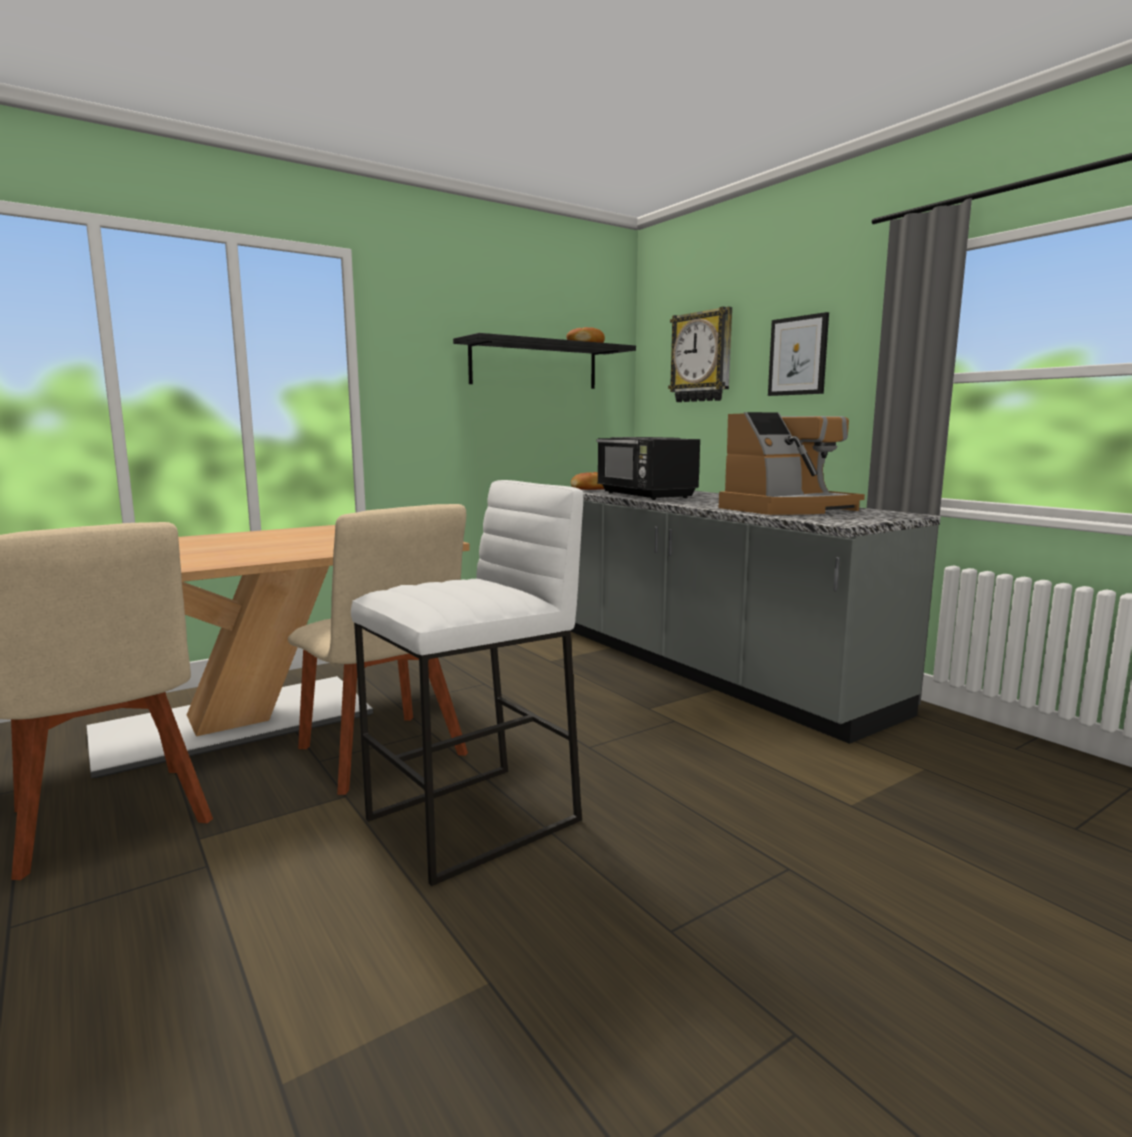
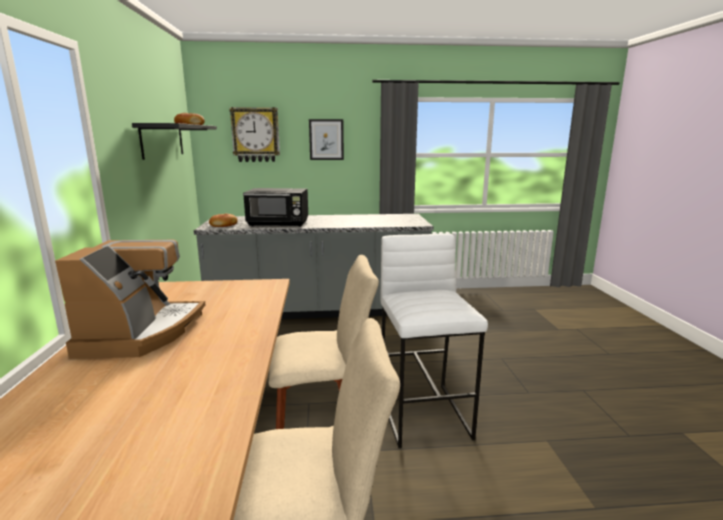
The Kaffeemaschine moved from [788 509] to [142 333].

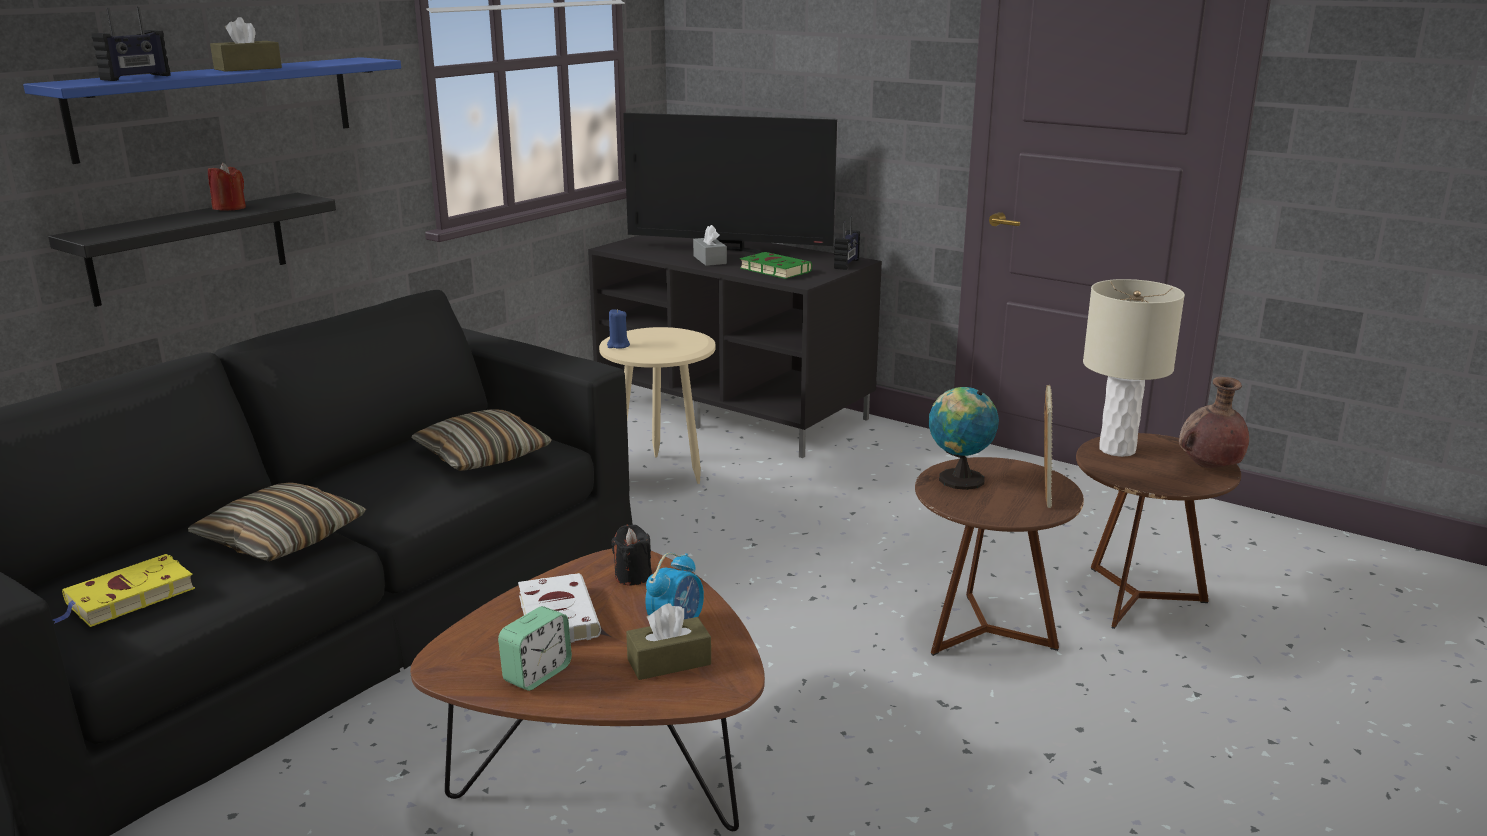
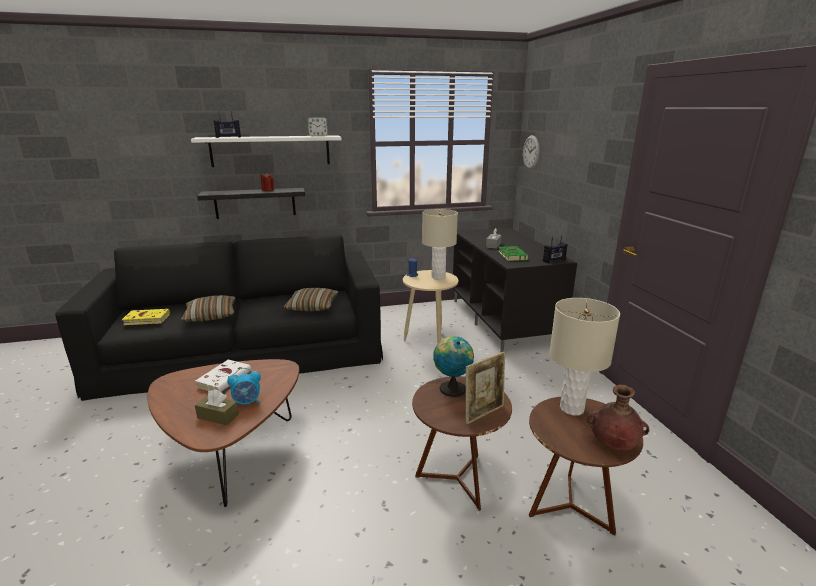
The Wandregal/blau at [217 106] became the Wandregal/weiß at [270 151].
The Wecker moved from [537 674] to [318 136].
The Tischlampe/beige at [438 277] appeared.
The Wanduhr at [531 152] appeared.
The Taschentuchbox/braun at [248 68] disappeared.
The Kerze/schwarz at [633 576] disappeared.
The Fernseher at [729 250] disappeared.

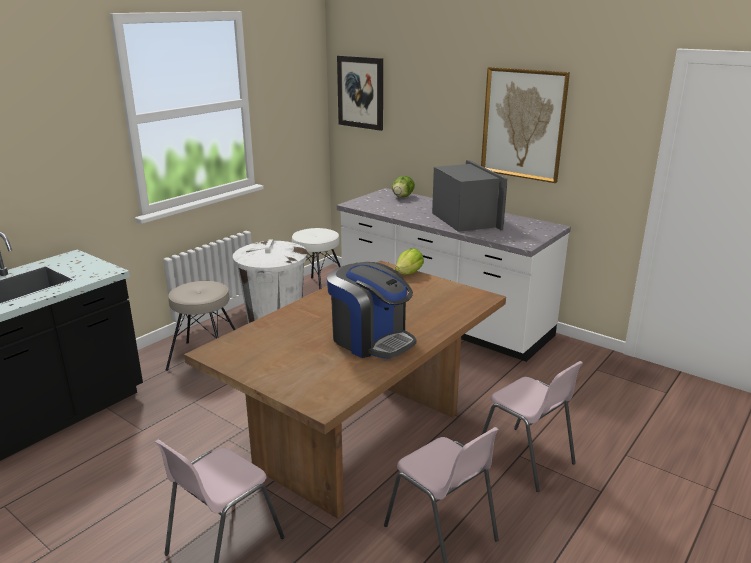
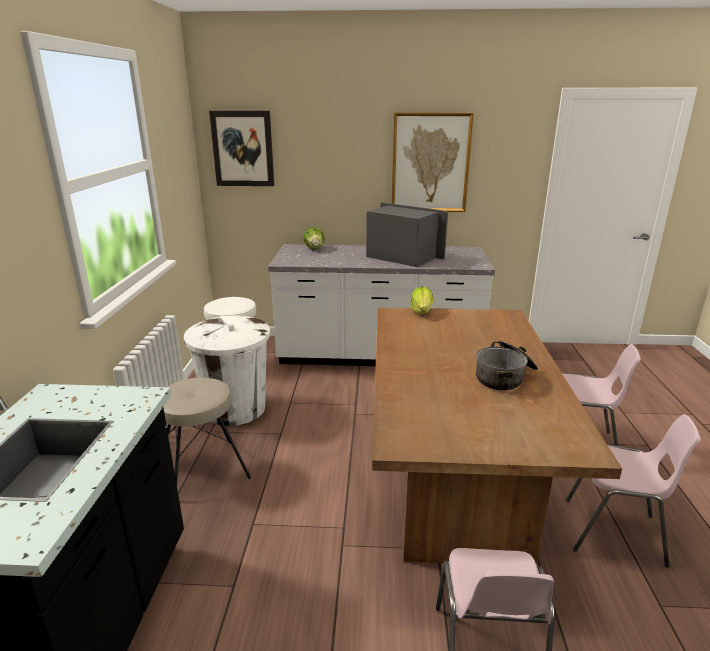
The Kaffeemaschine at [371 340] was replaced by the Kochtopf at [505 377].

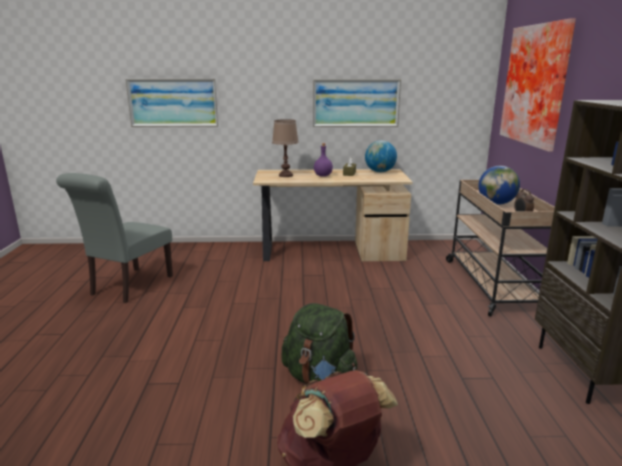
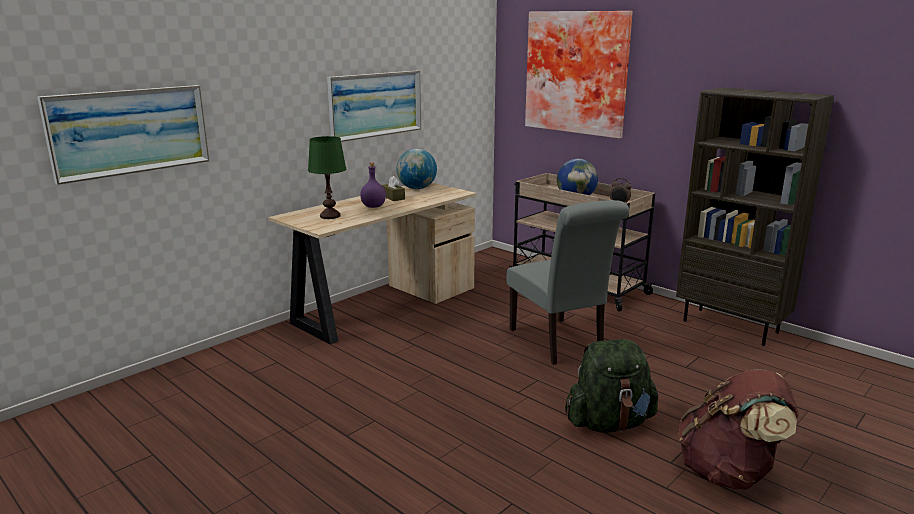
The Tischlampe/braun at [286 175] became the Tischlampe/grün at [330 216].
The Stuhl/grau moved from [128 287] to [559 343].

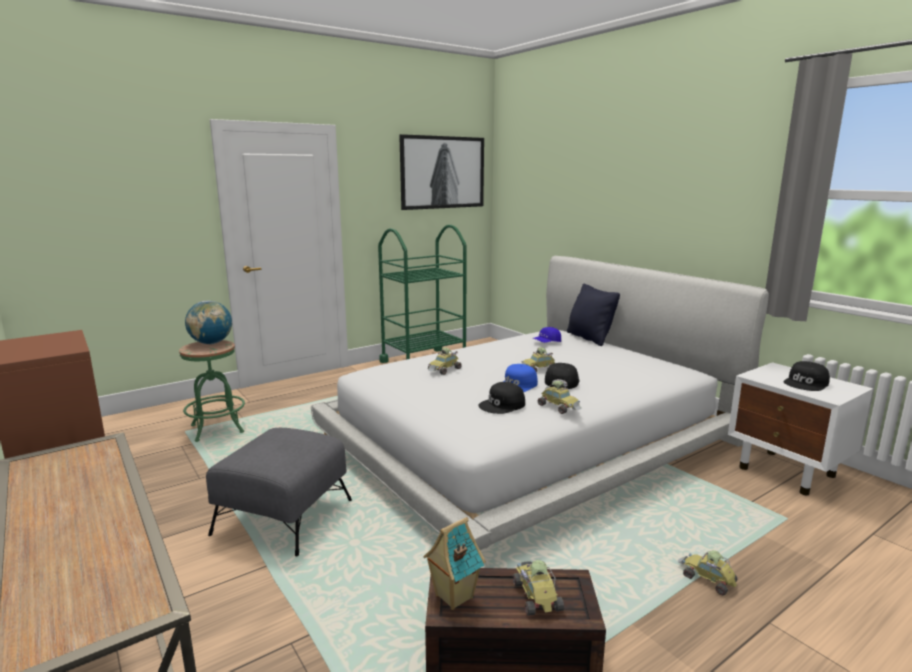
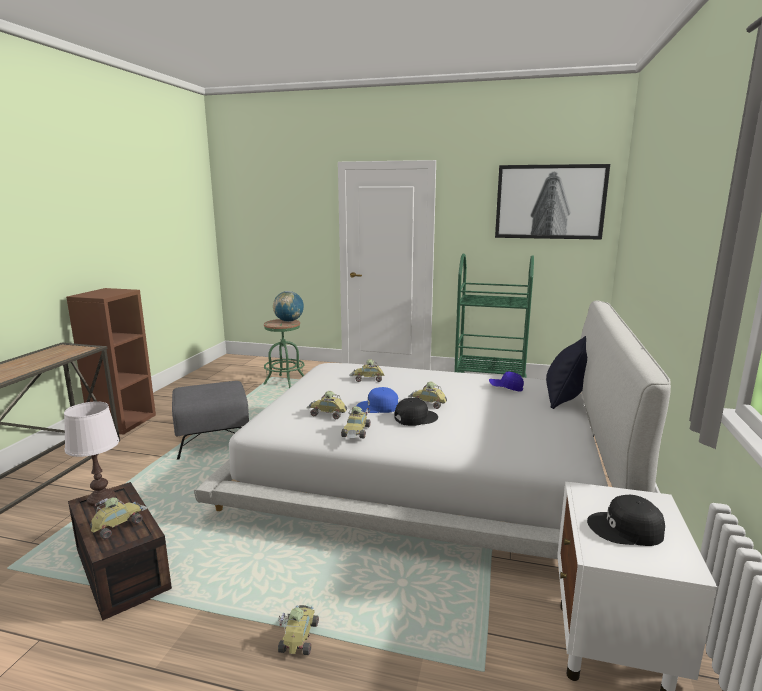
The Spielzeughaus at [453 596] was replaced by the Tischlampe/weiß at [101 498].
The Kappe/schwarz at [502 405] was replaced by the Spielzeugauto at [327 414].

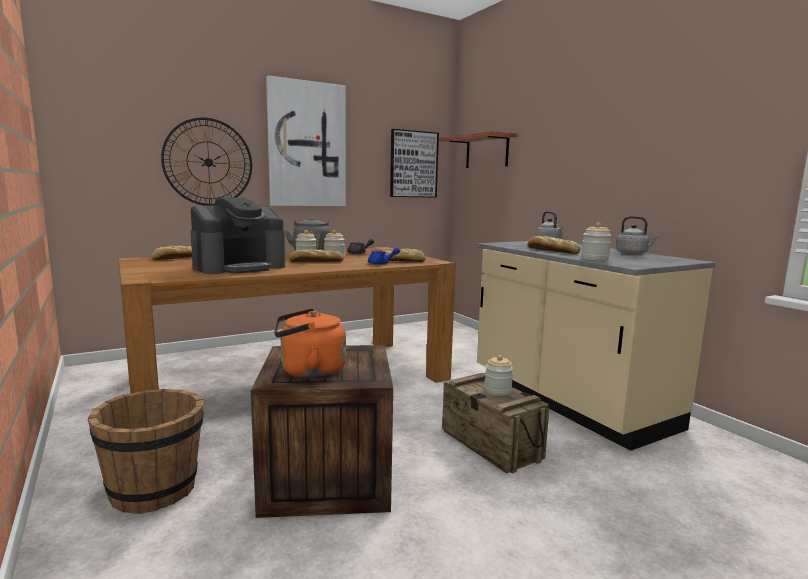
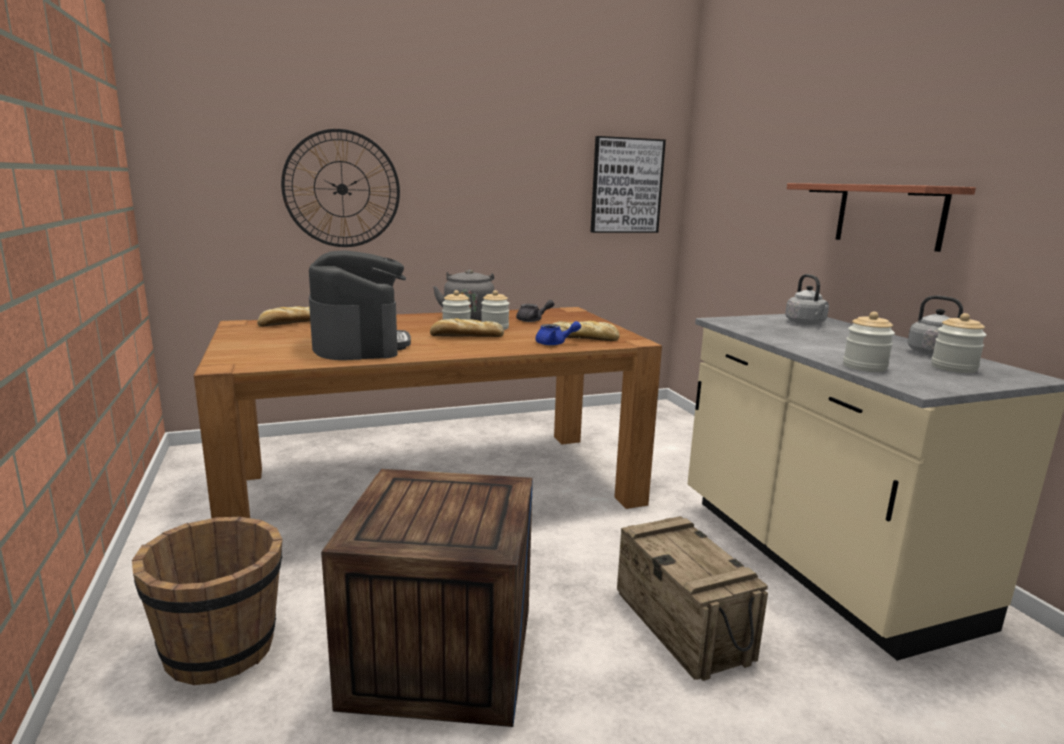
The Kaffeemaschine at [240 267] turned 75 degrees counterclockwise.
The Wandregal moved from [487 152] to [889 215].
The Vorratsglas moved from [497 390] to [953 368].
The Bild at [307 145] disappeared.
The Wasserkessel/orange at [308 372] disappeared.
The Brot at [551 251] disappeared.

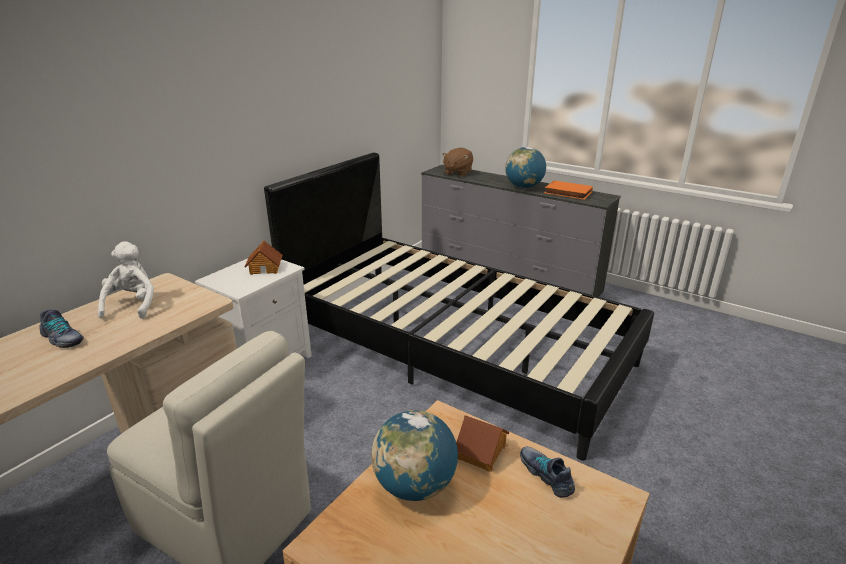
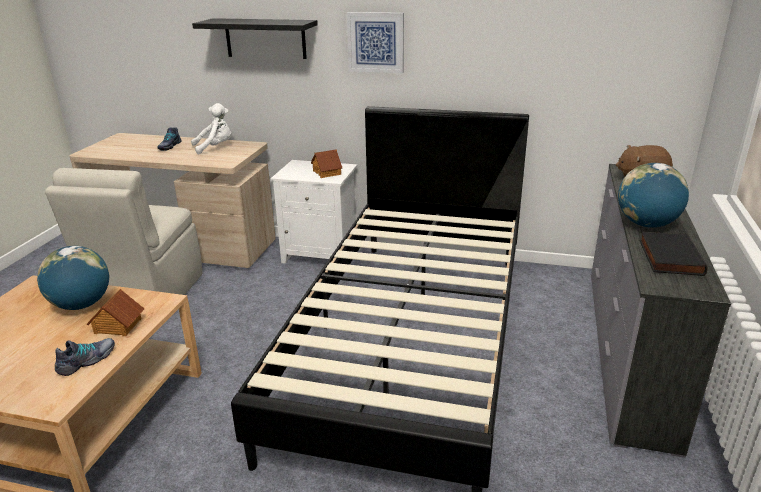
The Wandregal/schwarz at [265 38] appeared.
The Bild at [376 42] appeared.
The Buch/orange at [567 193] became the Buch/schwarz at [668 257].

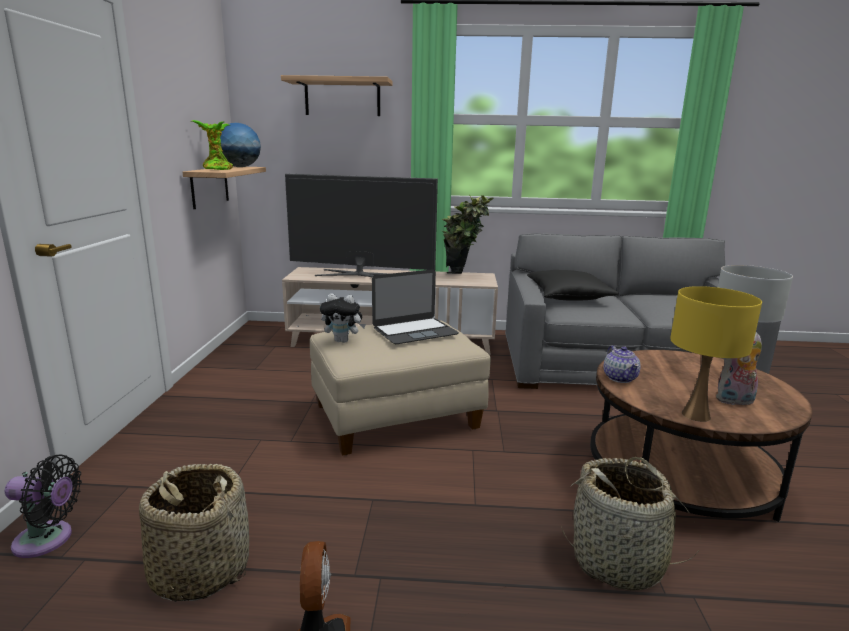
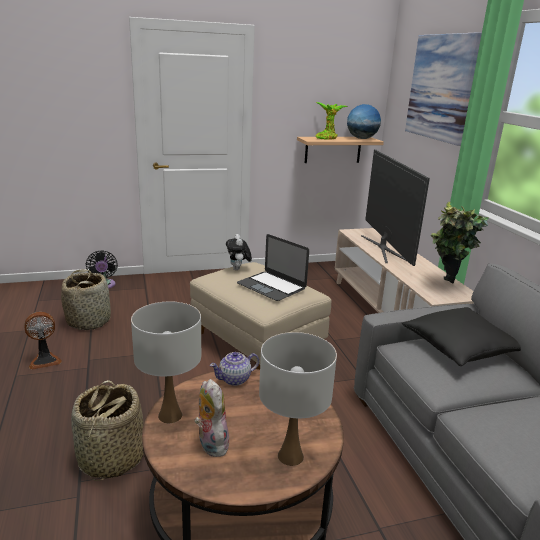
The Tischlampe/gelb at [695 415] became the Tischlampe/weiß at [170 415].
The Wandregal at [342 98] was replaced by the Bild at [440 87].

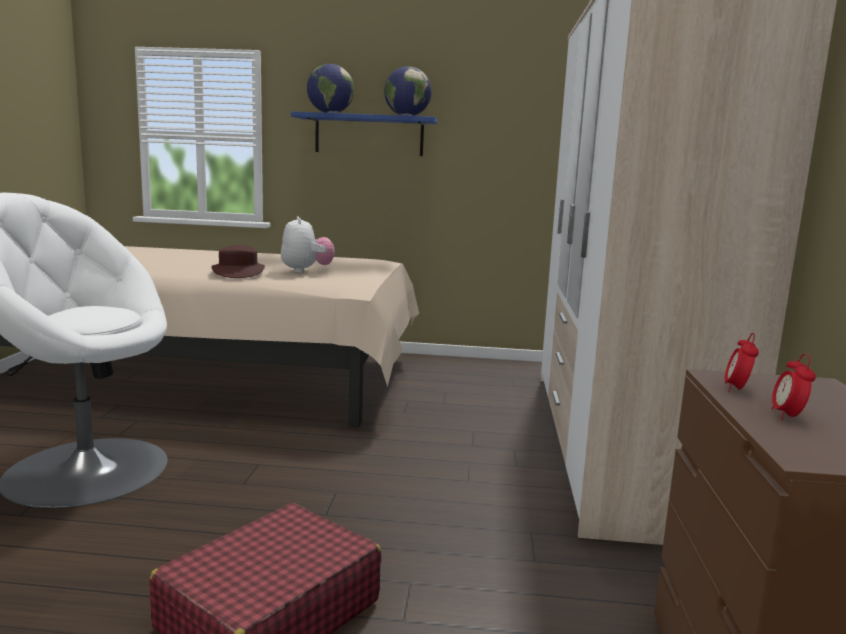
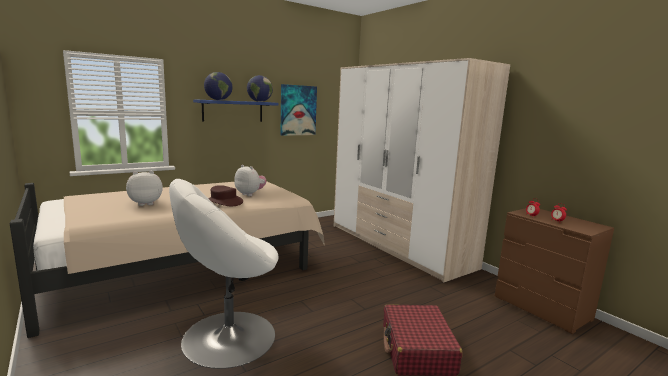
The Plüschtier at [145 203] appeared.
The Bild at [298 110] appeared.

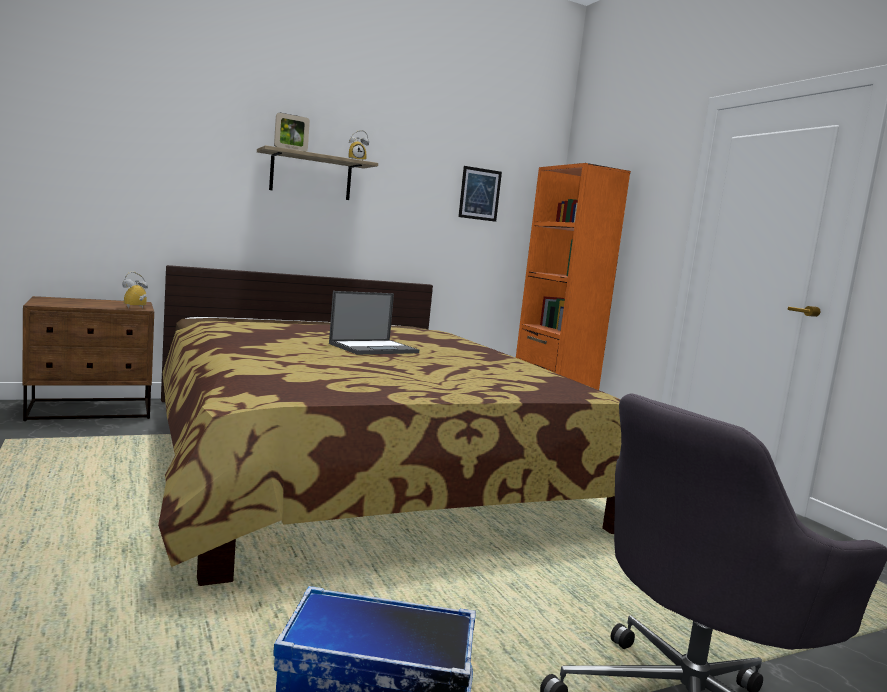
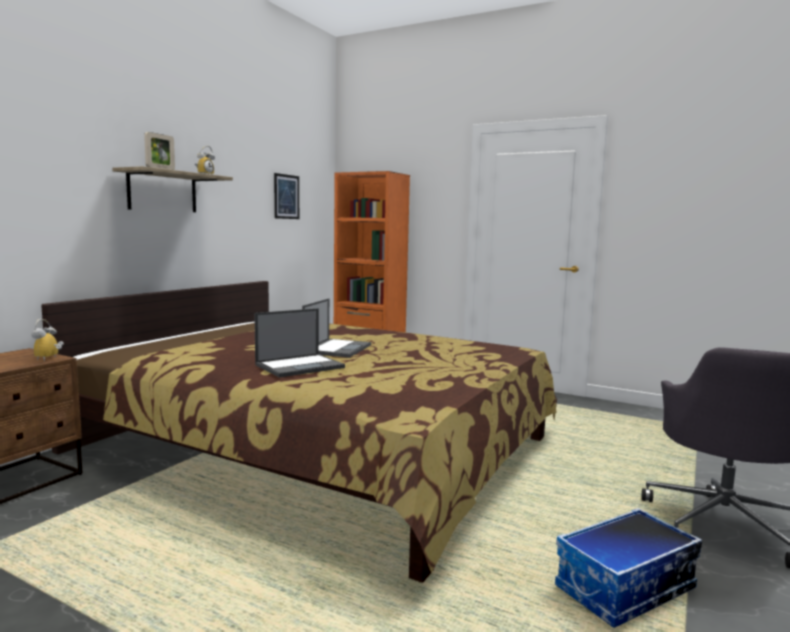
The Laptop at [300 366] appeared.

